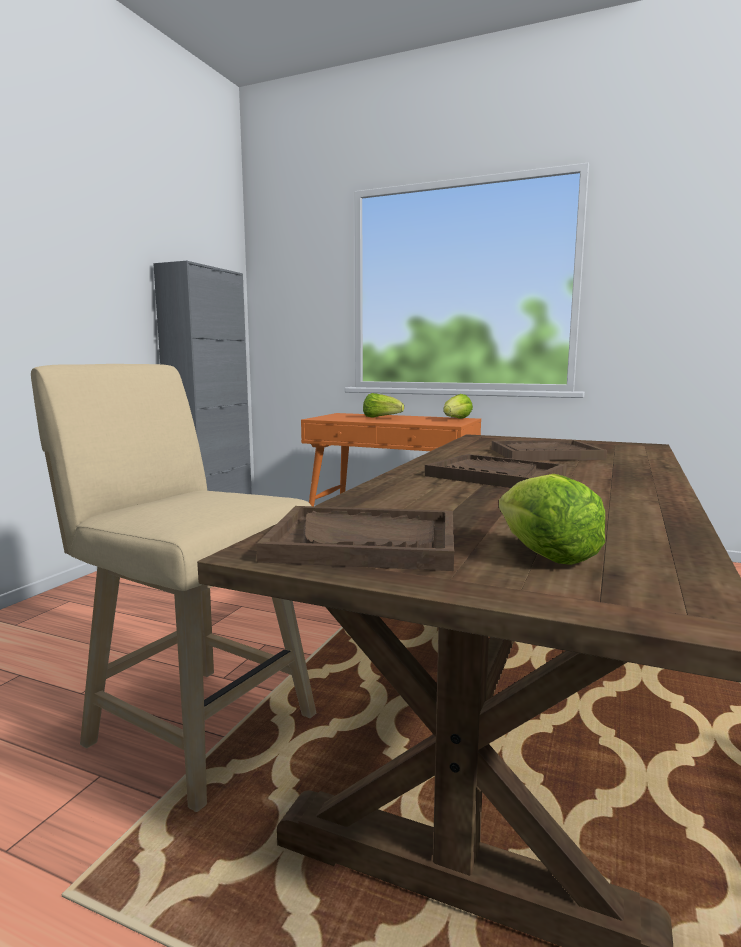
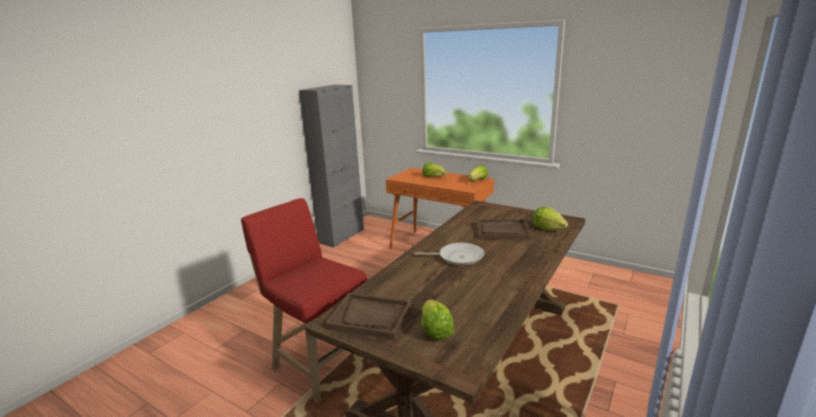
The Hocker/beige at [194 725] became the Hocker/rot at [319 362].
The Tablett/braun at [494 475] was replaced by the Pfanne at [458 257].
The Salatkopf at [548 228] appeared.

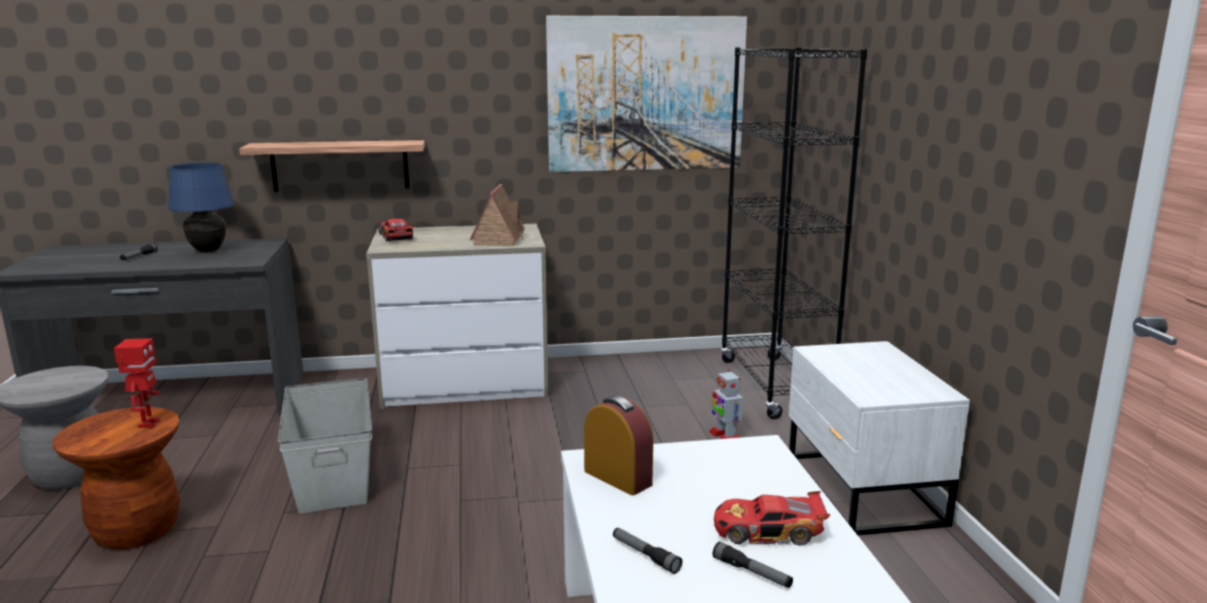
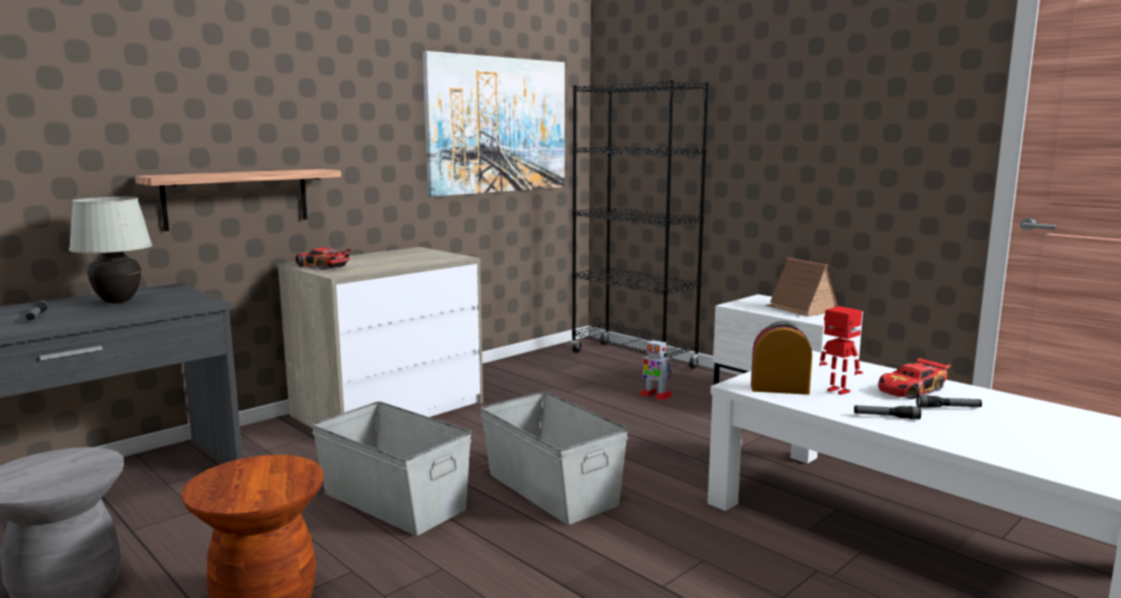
The Tischlampe/blau at [208 251] became the Tischlampe/weiß at [118 301].
The Aufbewahrungsbox/grau at [552 488] appeared.
The Spielzeughaus moved from [499 239] to [800 309].
The Spielzeugroboter moved from [148 424] to [837 391].

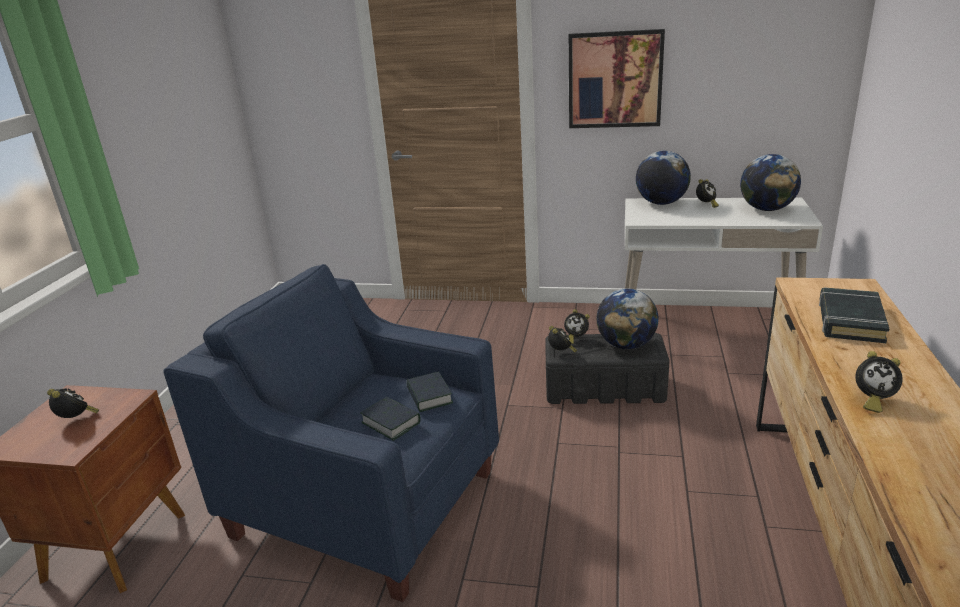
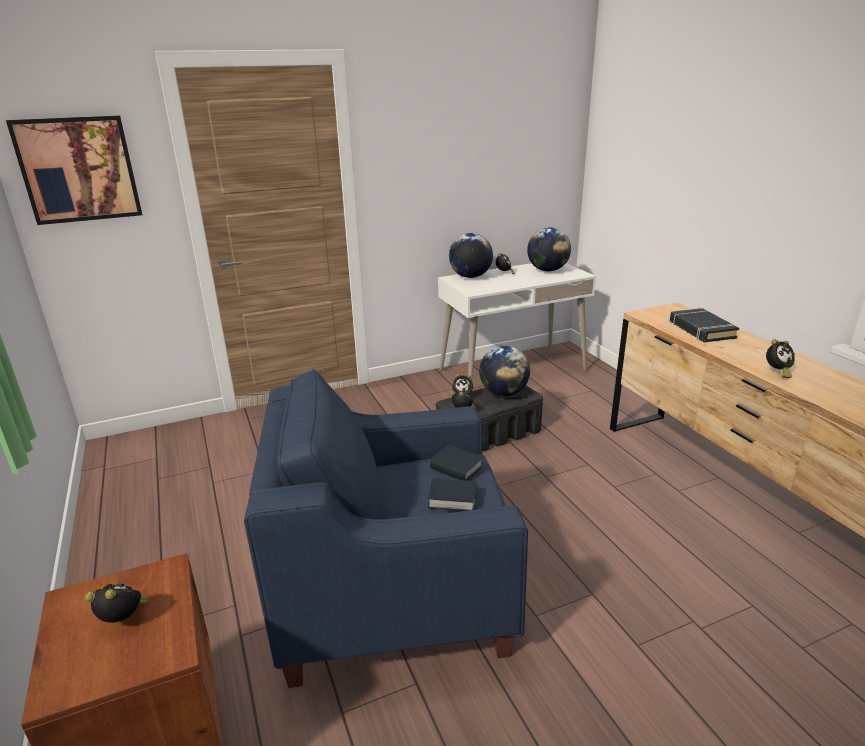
The Bild moved from [615 79] to [78 169].

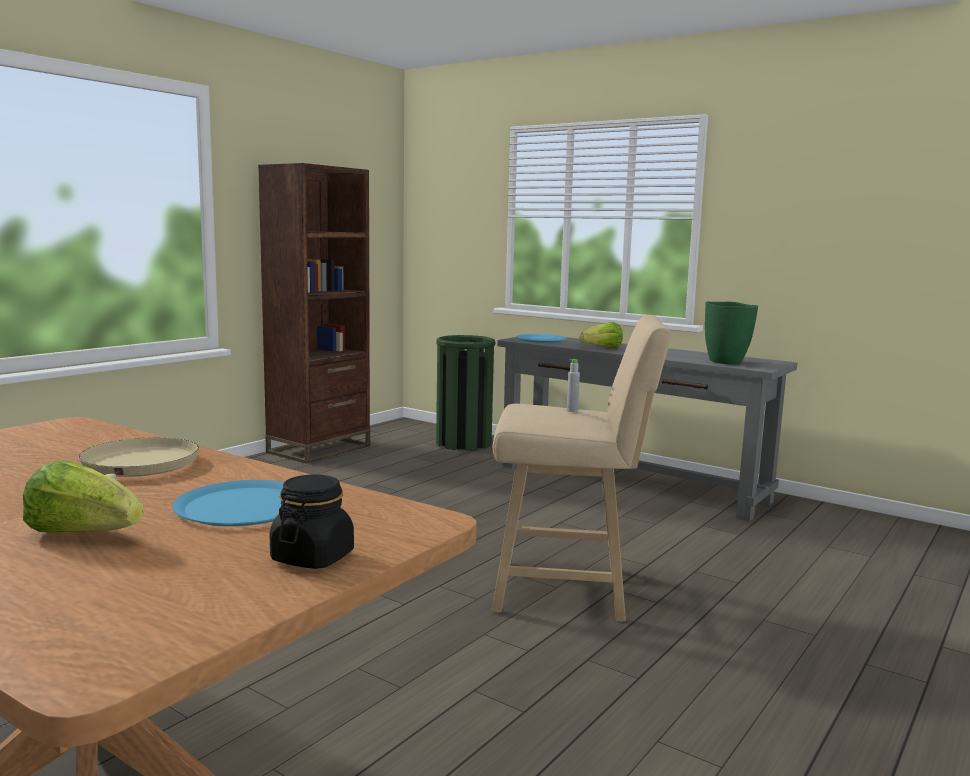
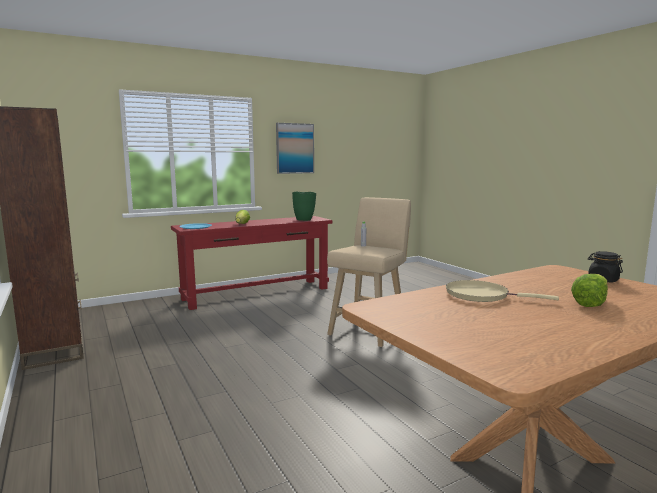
The Konsolentisch/grau at [629 483] became the Konsolentisch/rot at [257 293].
The Bild at [294 148] appeared.
The Teller/blau at [244 506] disappeared.
The Mülleimer/grün at [464 443] disappeared.

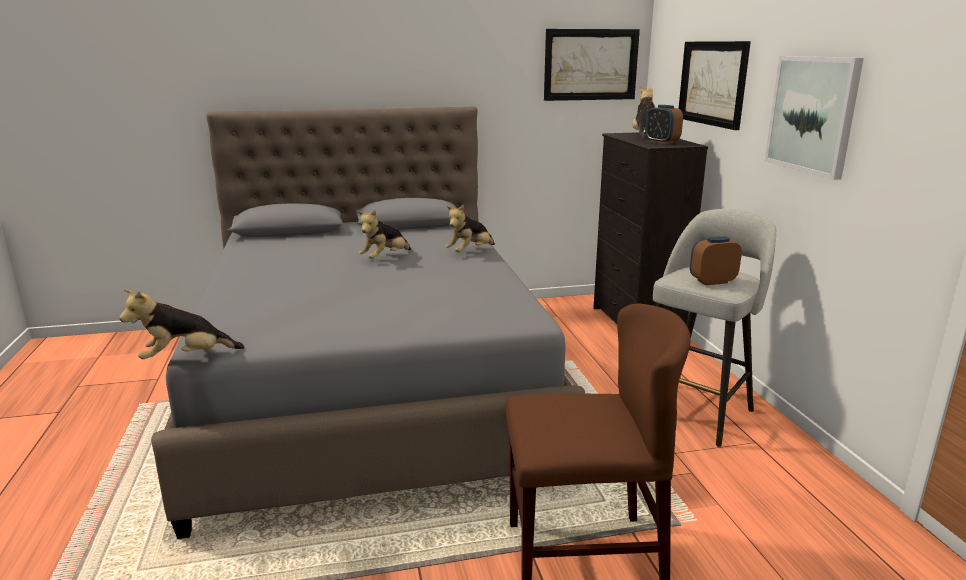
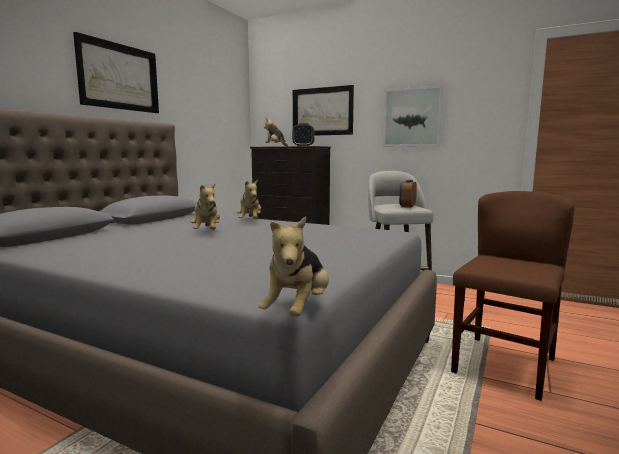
The Bild moved from [590 65] to [119 77].

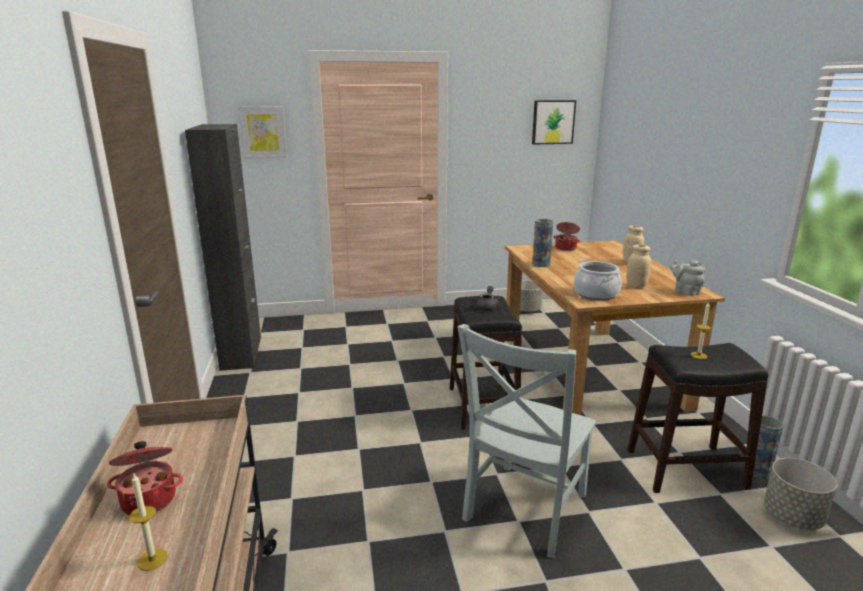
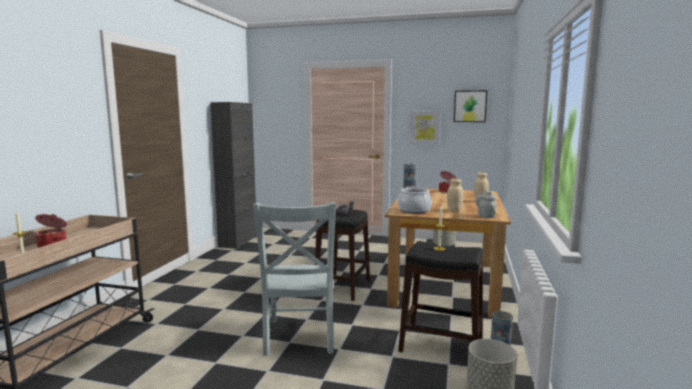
The Stuhl/grau at [523 510] turned 60 degrees counterclockwise.
The Bild moved from [263 132] to [425 127].

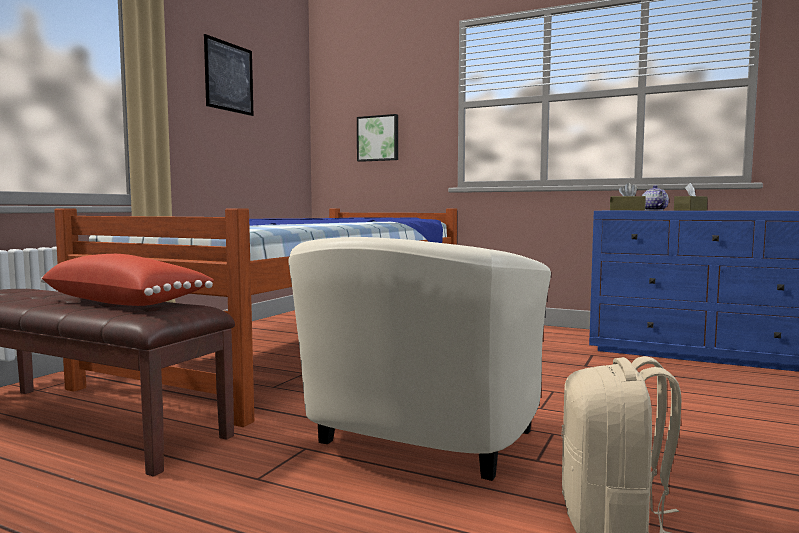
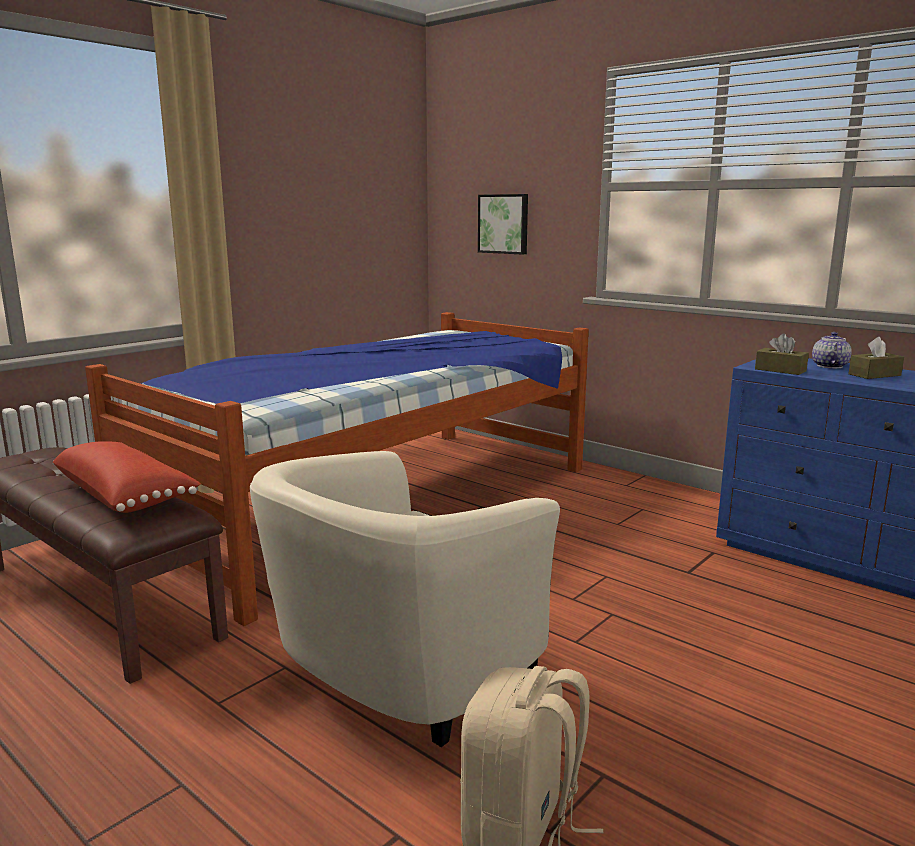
The Bild at [229 77] disappeared.

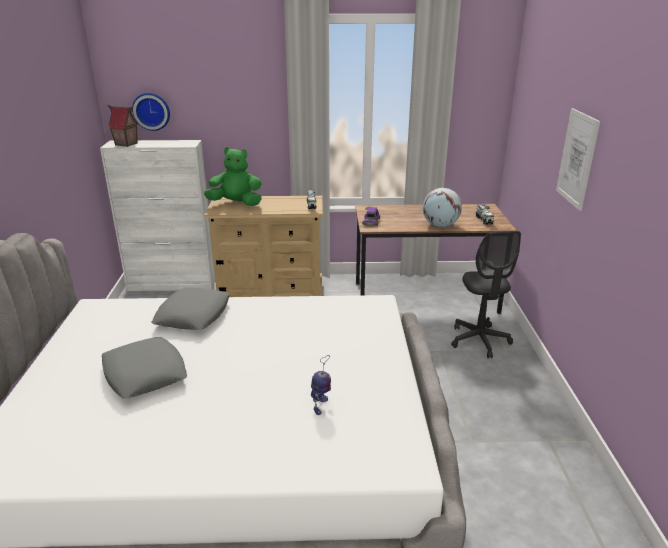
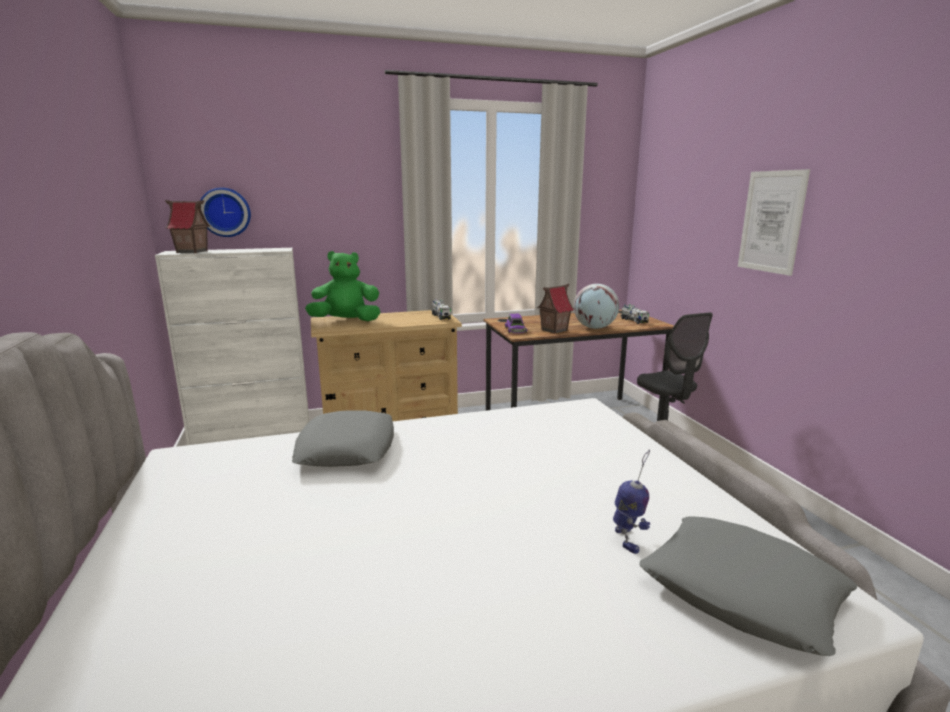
The Spielzeughaus at [554 330] appeared.
The Kissen/grau moved from [144 373] to [741 591].

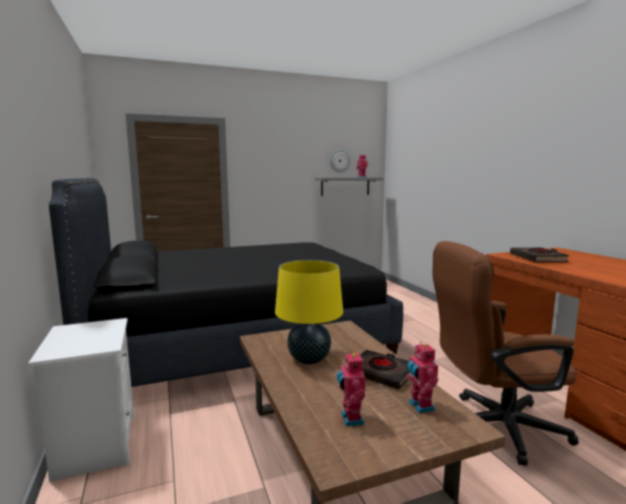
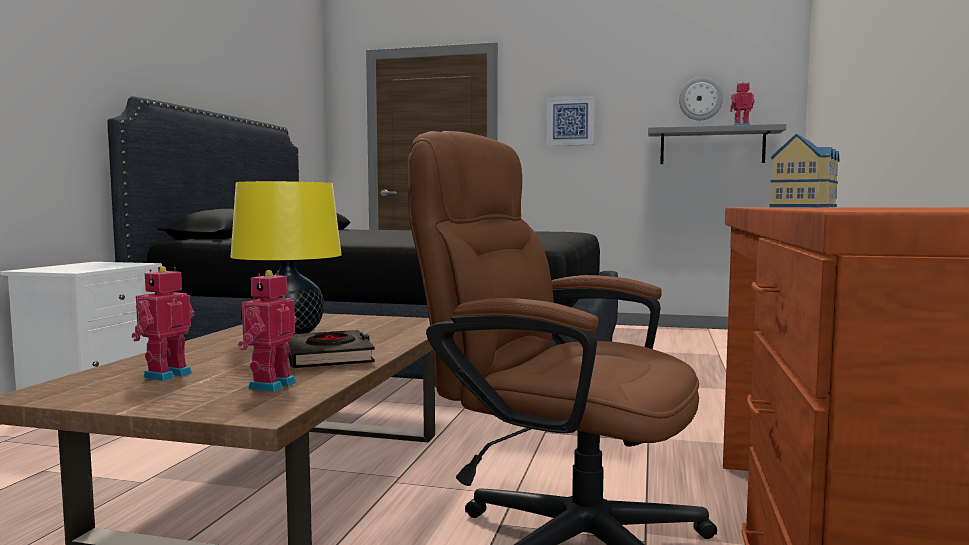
The Bild at [570 121] appeared.
The Buch/schwarz at [537 258] was replaced by the Spielzeughaus at [806 207].

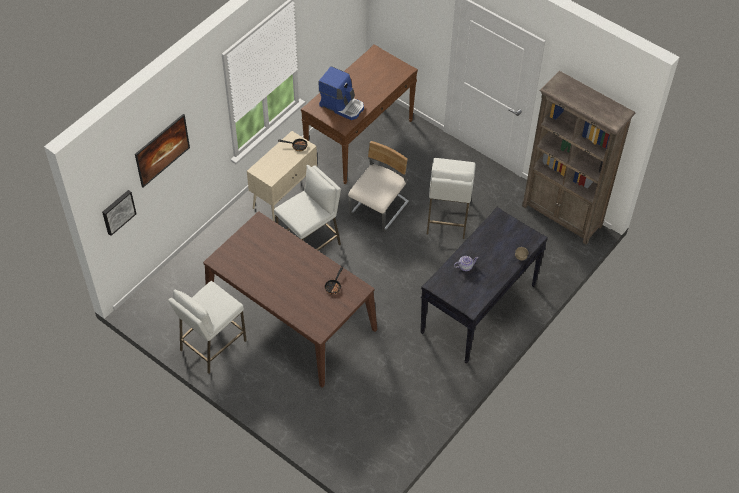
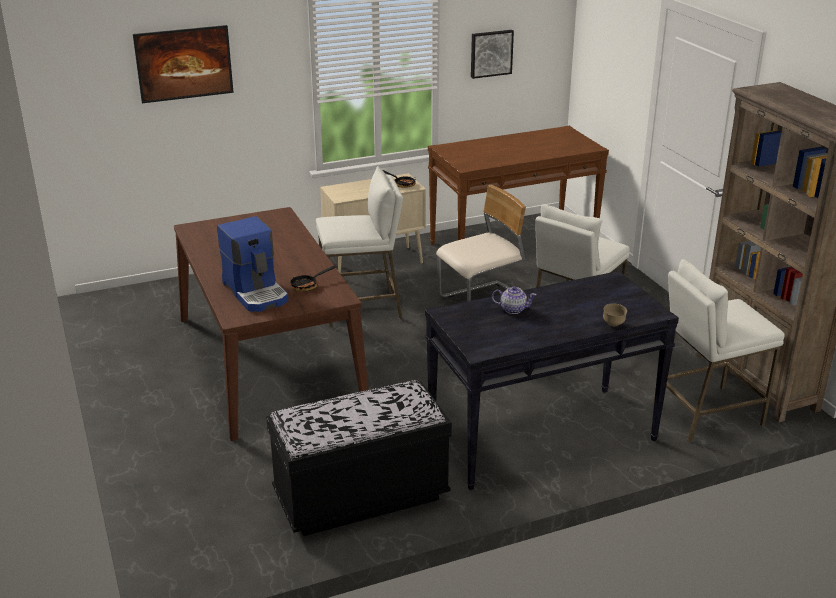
The Kaffeemaschine moved from [342 105] to [256 292].
The Bank/schwarz at [361 497] appeared.
The Bild moved from [118 211] to [491 53].
The Hocker/weiß moved from [212 345] to [706 414].

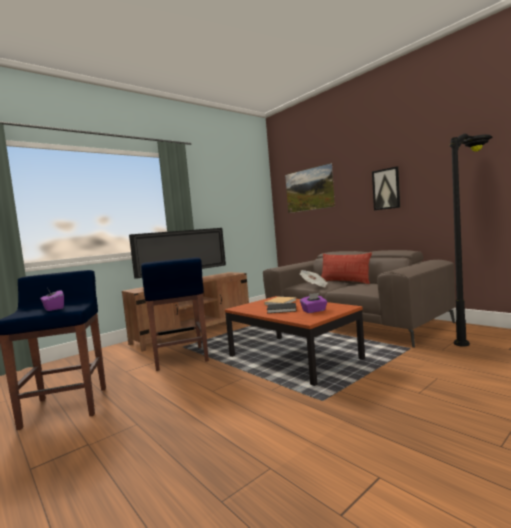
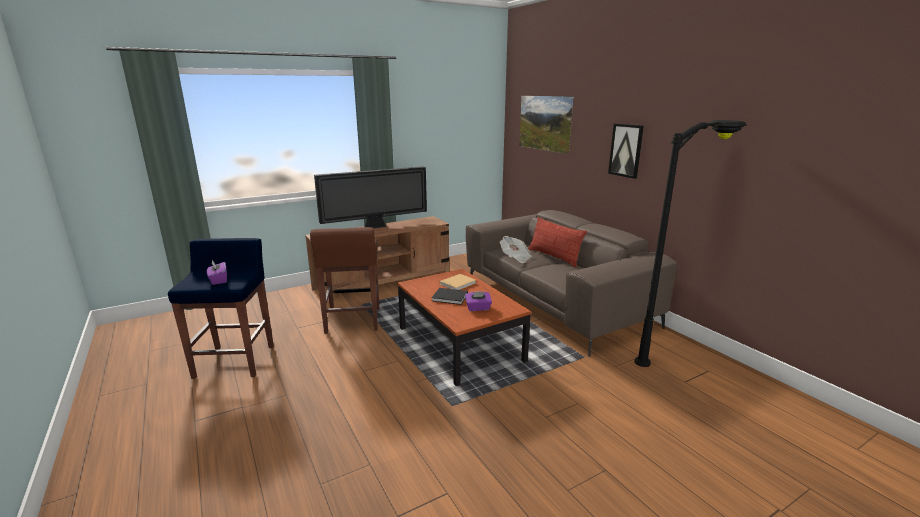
The Hocker/blau at [180 358] became the Hocker/braun at [352 321].

